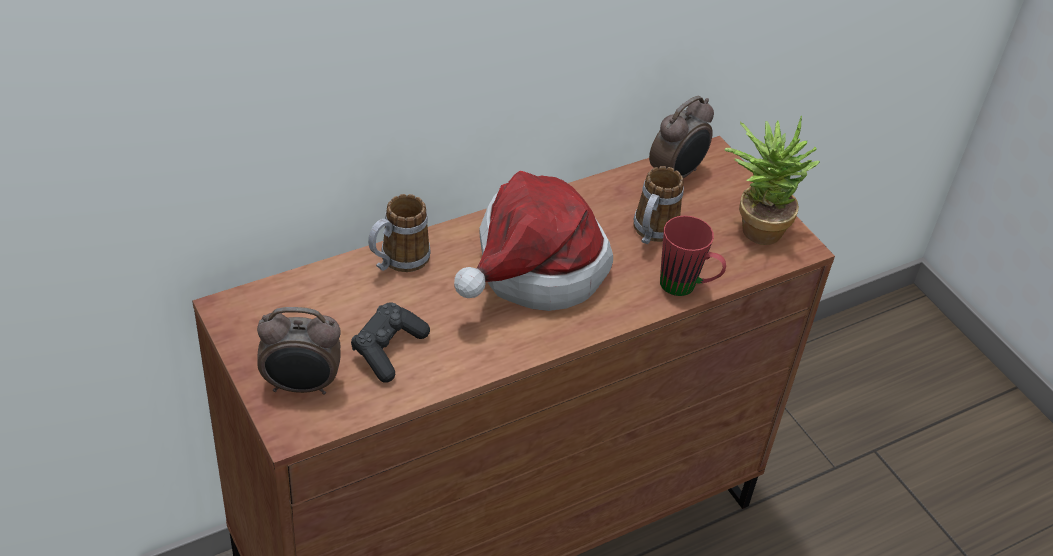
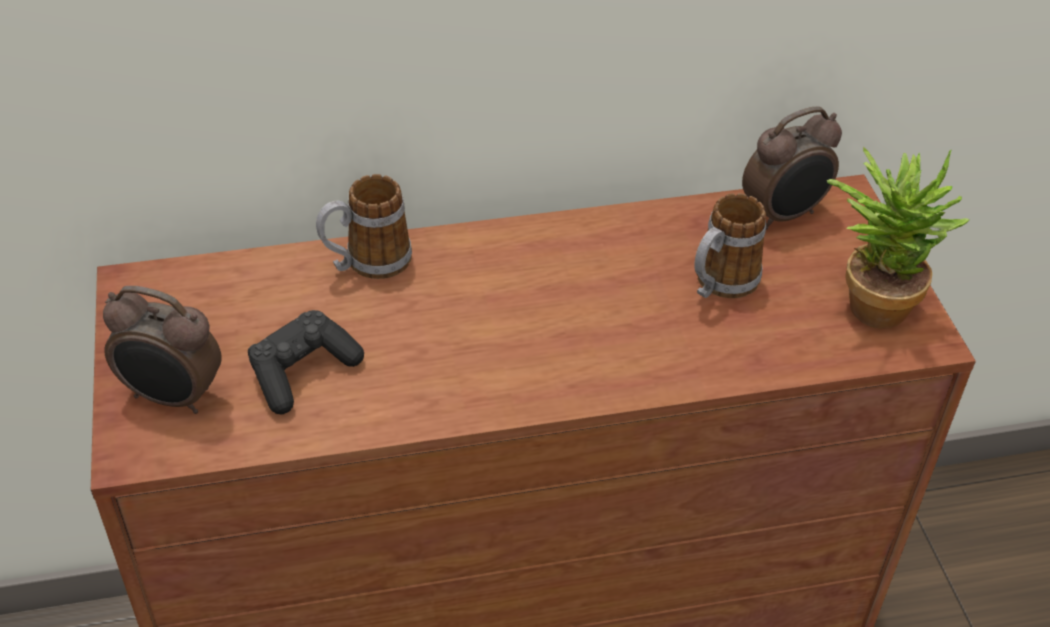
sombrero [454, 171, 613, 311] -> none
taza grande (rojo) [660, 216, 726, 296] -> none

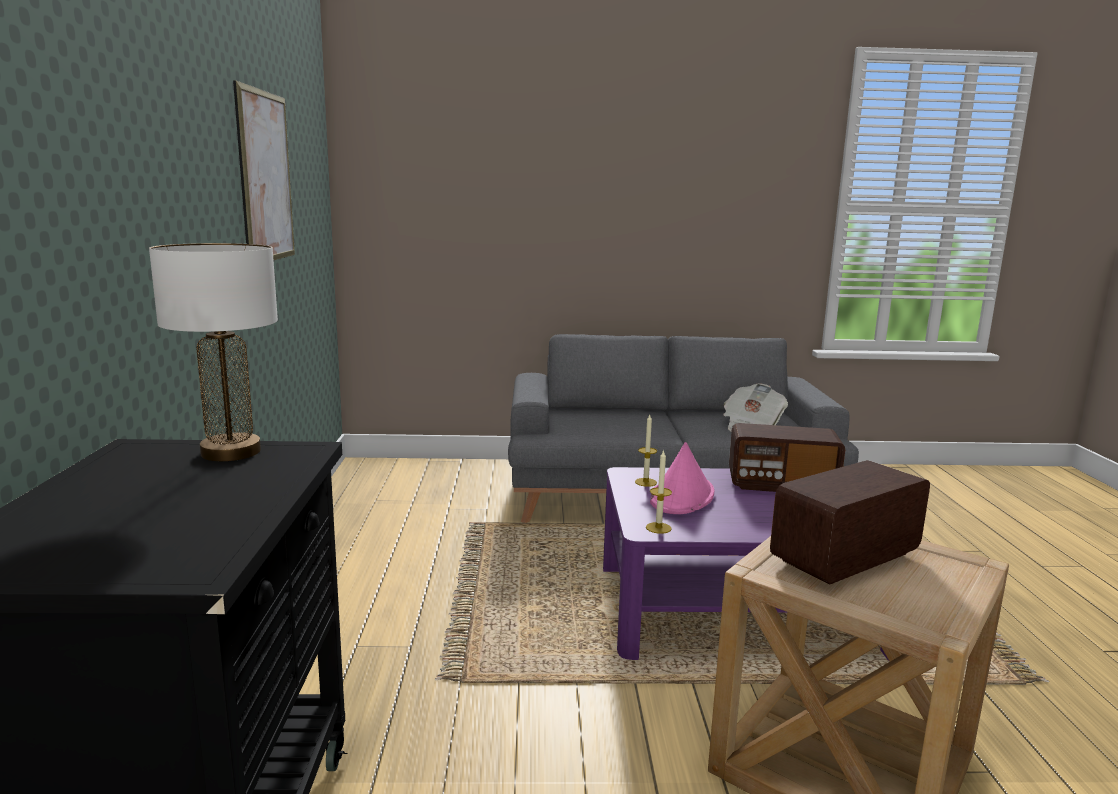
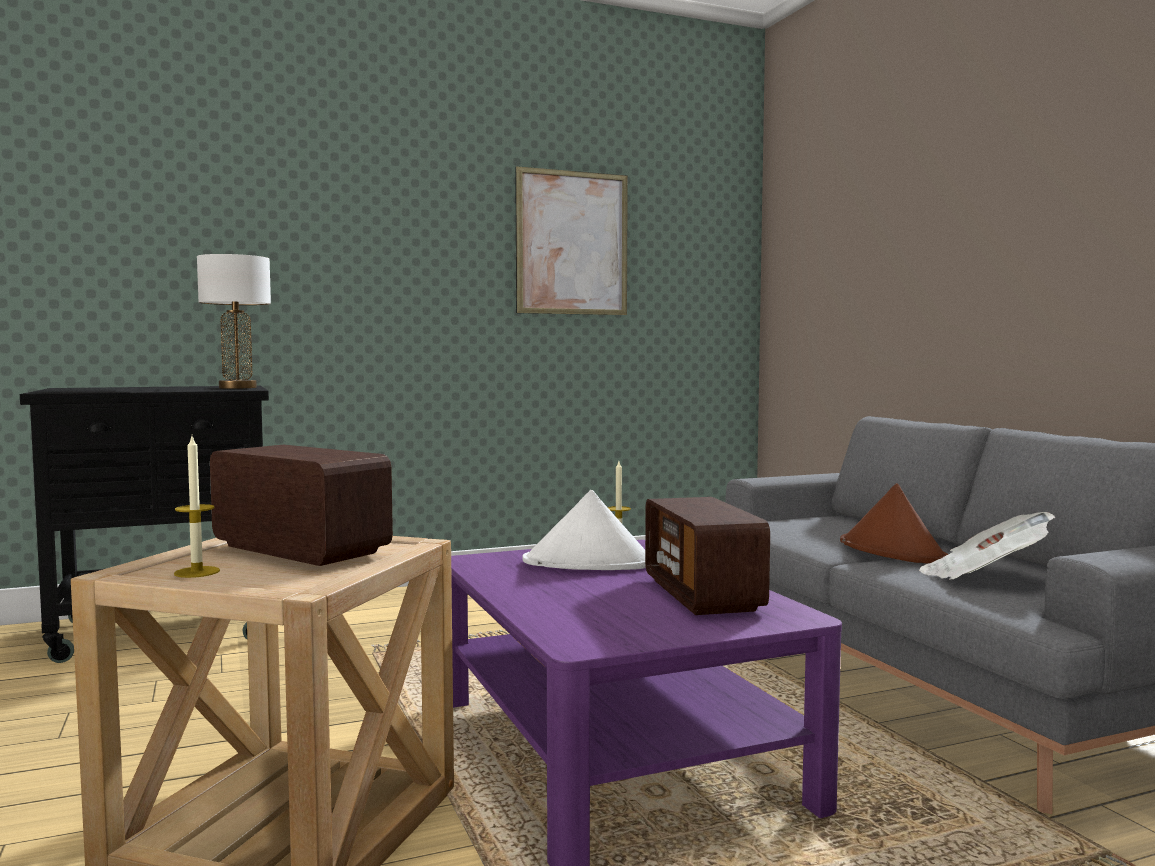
none -> sombrero (marrón) [840, 483, 948, 563]
vela [646, 449, 672, 534] -> vela [174, 436, 220, 578], shifted
sombrero (rosa) [650, 442, 714, 514] -> sombrero (blanco) [522, 490, 646, 570]

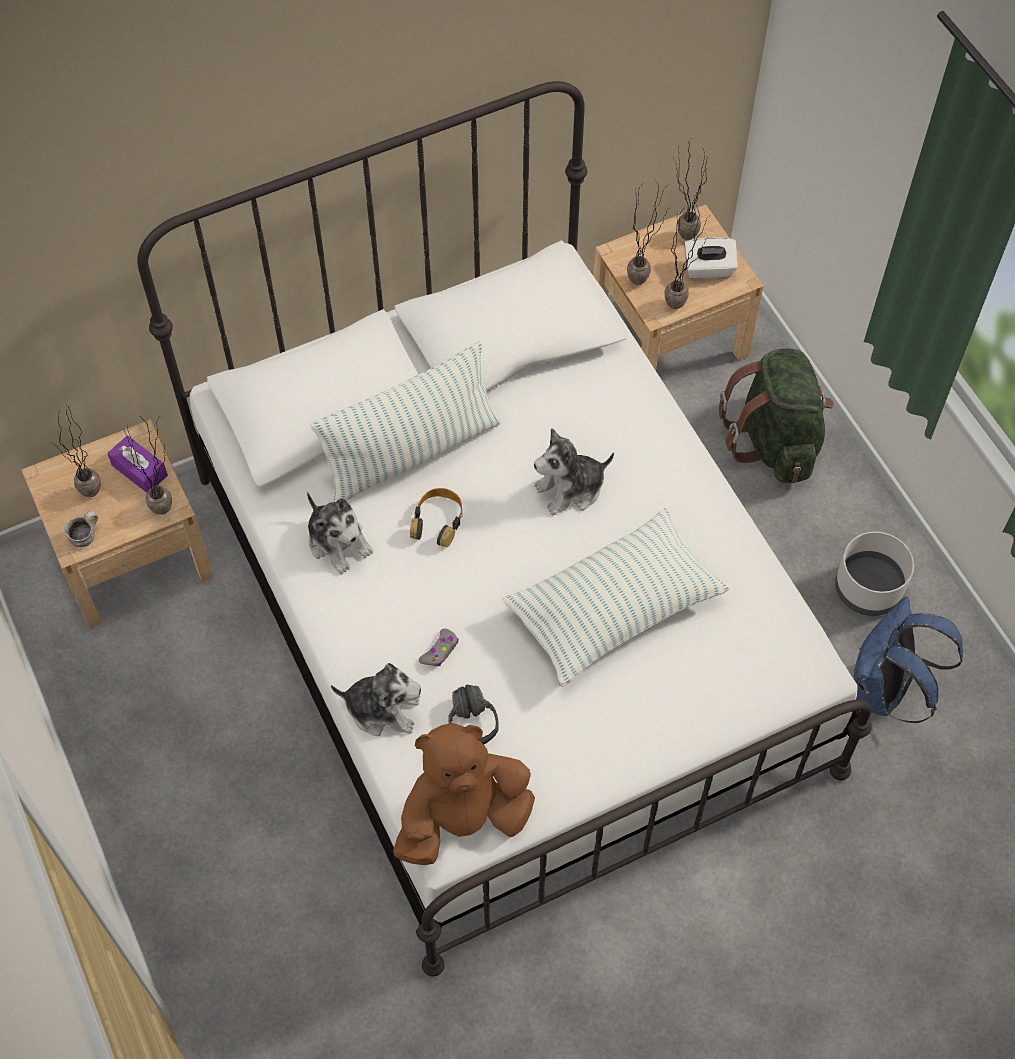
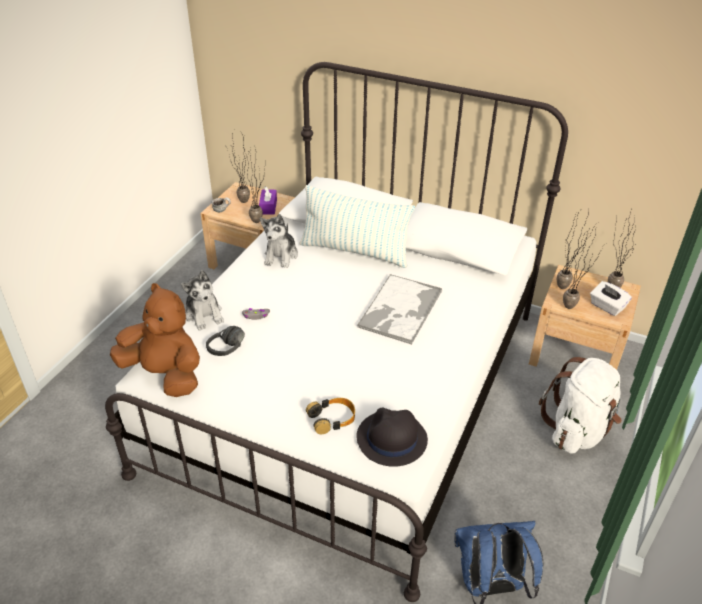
cojín [503, 508, 729, 687] -> none
maceta (gris) [835, 531, 914, 616] -> none
none -> sombrero (negro) [356, 408, 428, 467]
auriculares [410, 488, 463, 548] -> auriculares [306, 398, 355, 434], shifted
peluche [534, 428, 614, 515] -> bandeja [357, 274, 442, 345]
mochila (verde) [719, 349, 834, 483] -> mochila (blanco) [539, 357, 622, 453]

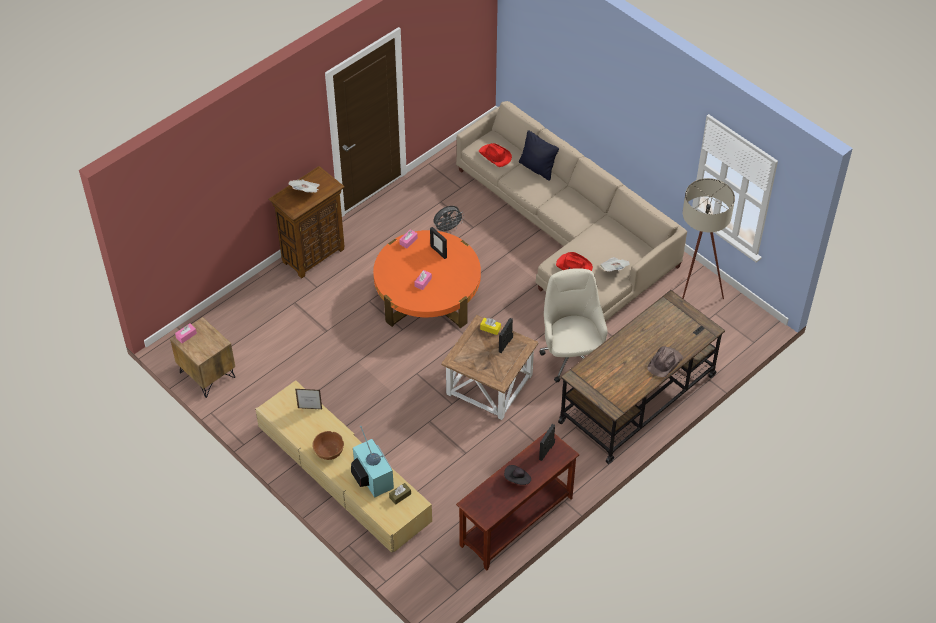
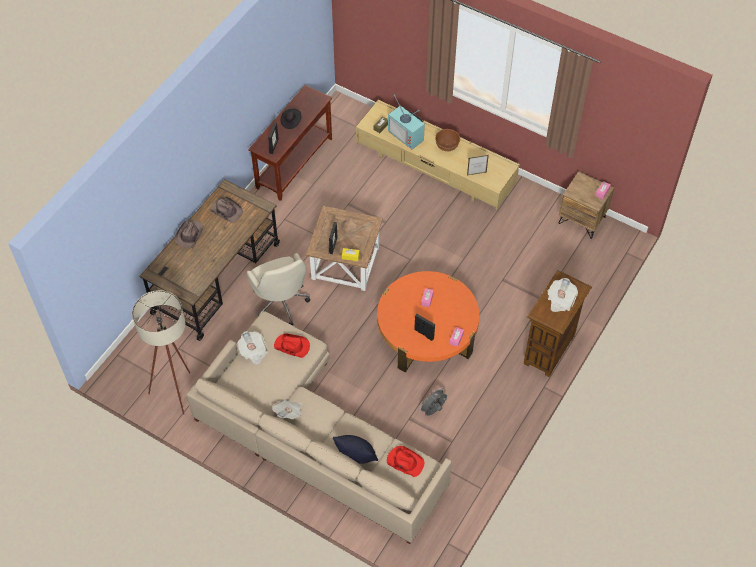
none -> sombrero (marrón) [210, 197, 243, 223]
none -> periódico [272, 399, 302, 419]

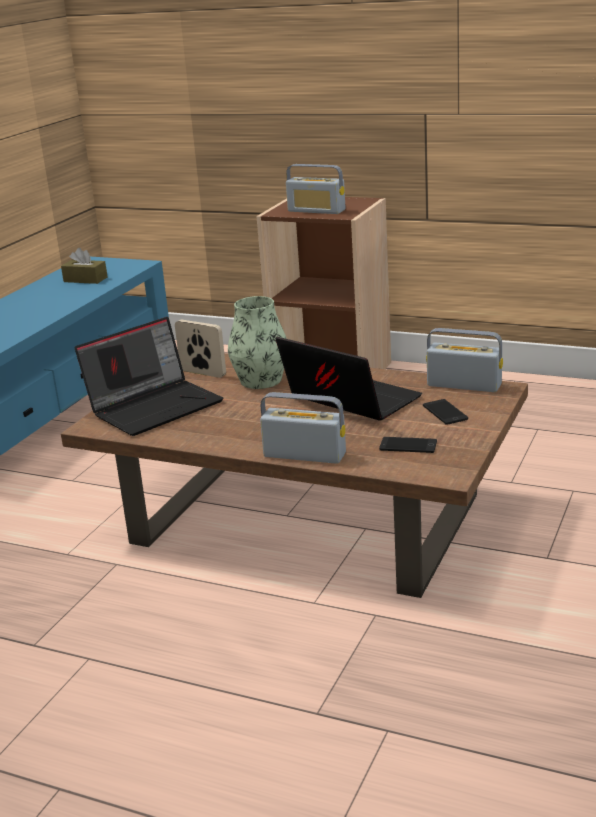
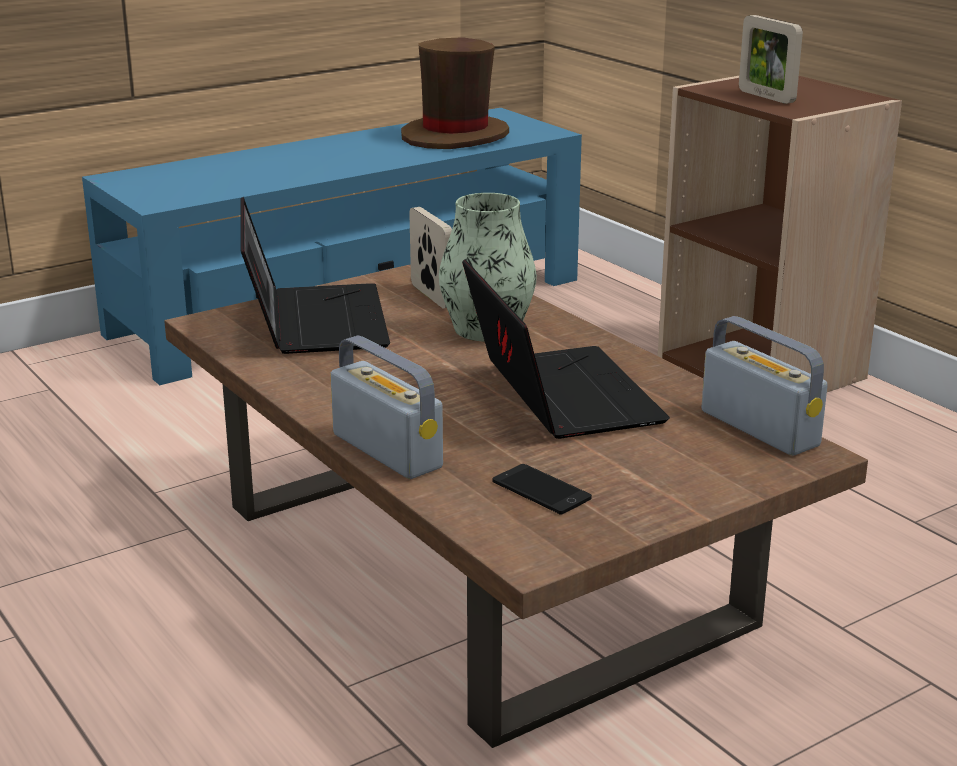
móvil [423, 399, 468, 425] -> none
caja de pañuelos (marrón) [61, 248, 108, 284] -> sombrero (marrón) [401, 37, 509, 149]
radio [286, 164, 346, 214] -> portarretratos [739, 15, 803, 104]
portátil [75, 317, 223, 436] -> portátil [240, 197, 390, 354], 90 degrees counterclockwise

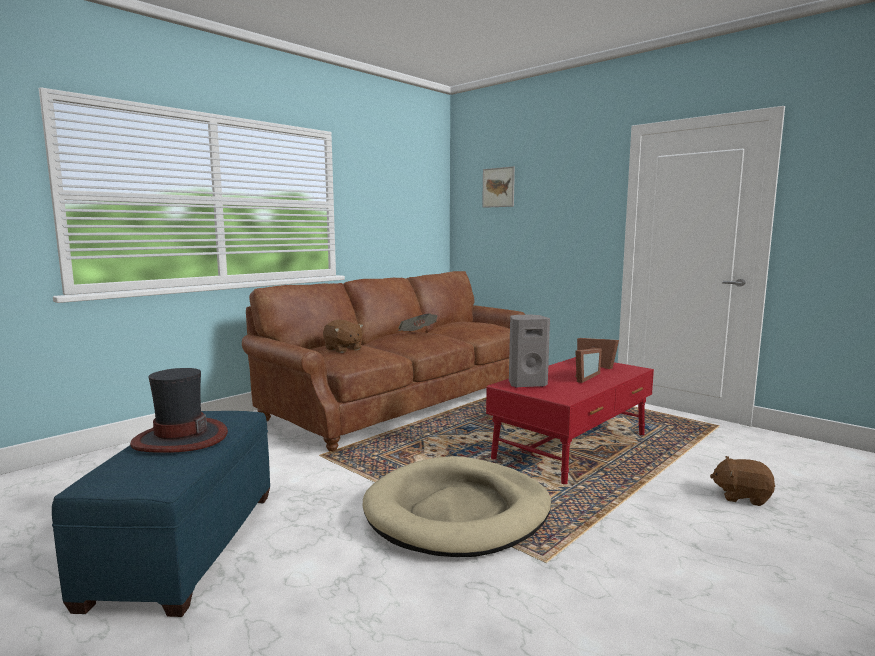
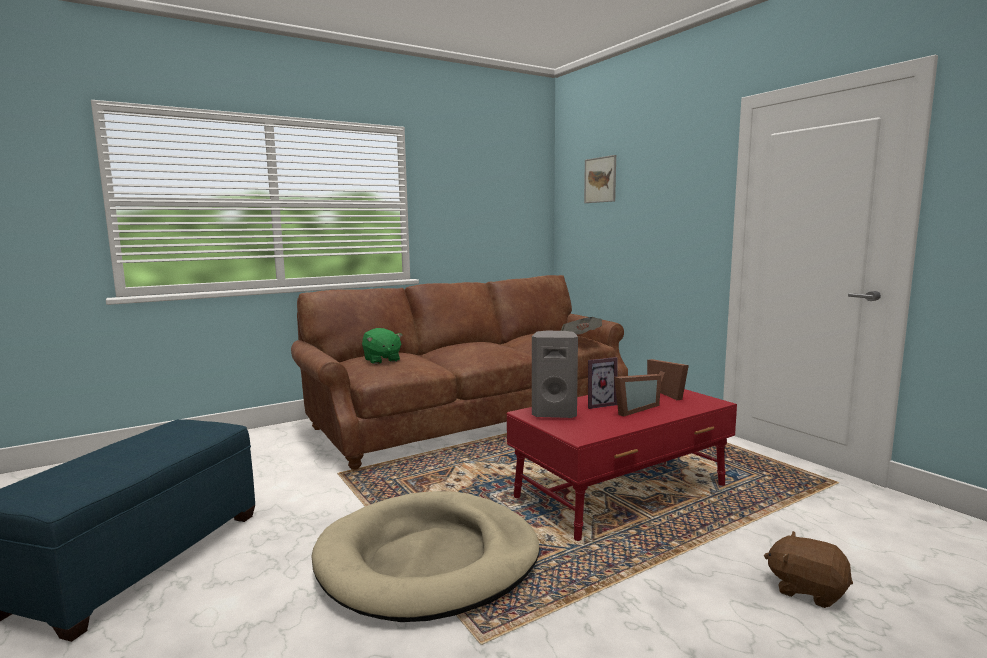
sombrero [130, 368, 228, 453] -> none
none -> portarretratos [588, 357, 618, 409]
periódico [398, 313, 437, 331] -> periódico [561, 317, 602, 335], shifted
peluche (marrón) [323, 320, 363, 353] -> peluche (verde) [362, 328, 402, 364]

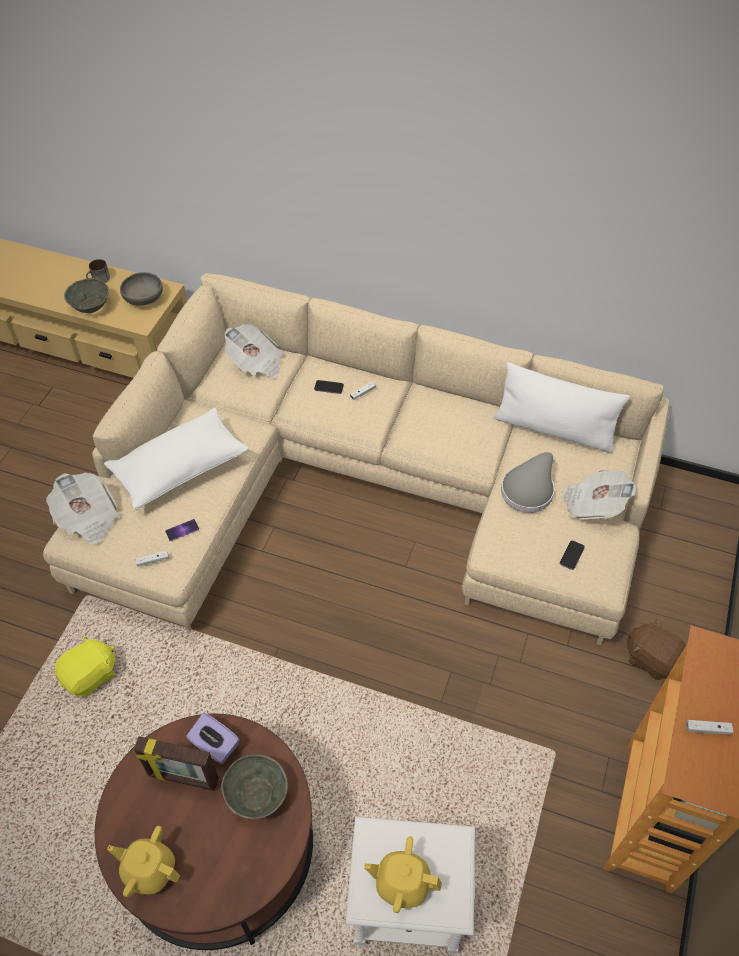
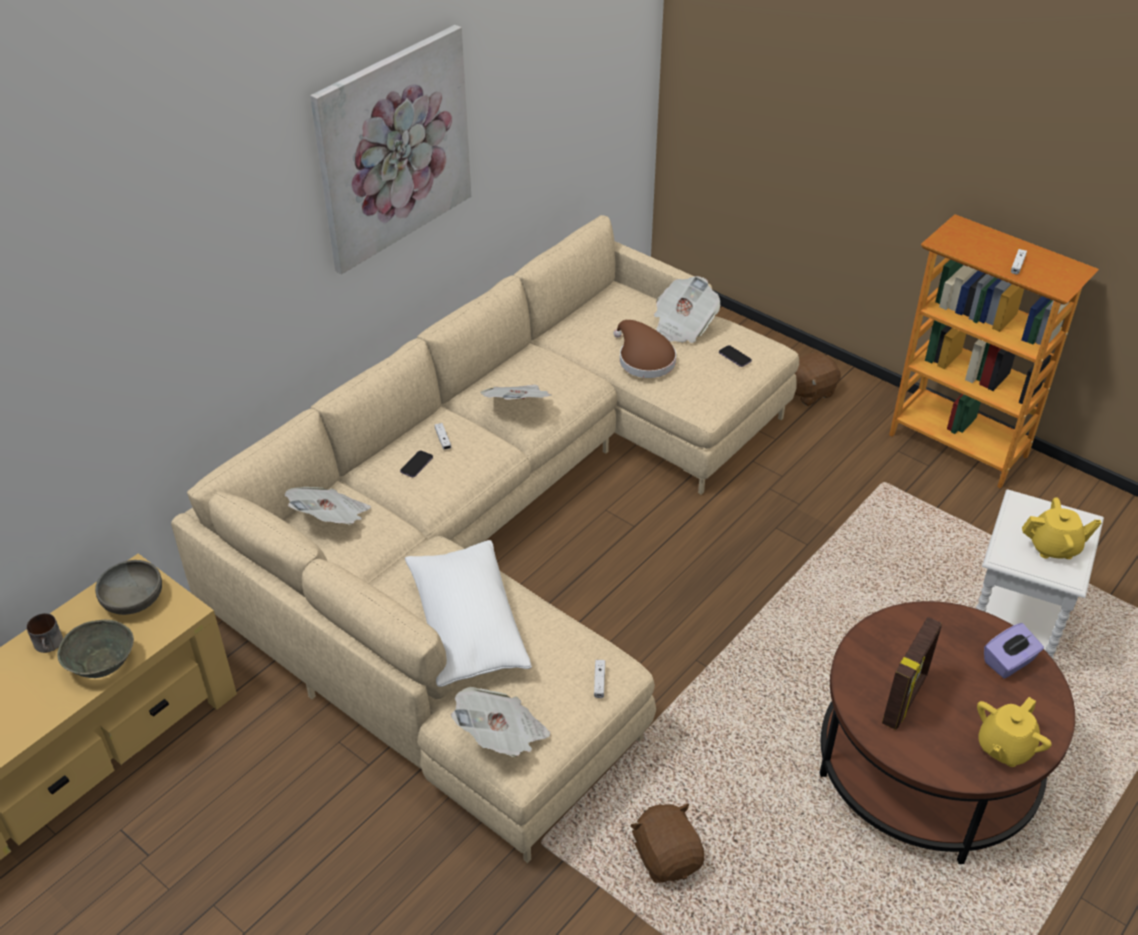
móvil [165, 519, 199, 541] -> none
cuenco (gris) [221, 754, 288, 819] -> none
cojín (blanco) [494, 362, 630, 454] -> none
none -> cuadro [310, 25, 471, 274]
none -> periódico [481, 384, 551, 400]
caja de pañuelos (morado) [186, 713, 239, 764] -> caja de pañuelos (morado) [984, 623, 1044, 678], shifted
peluche (amarillo) [55, 634, 115, 697] -> peluche (marrón) [630, 803, 704, 883]
sombrero (gris) [501, 452, 554, 513] -> sombrero (marrón) [614, 320, 676, 378]
tetera (amarillo) [364, 836, 442, 913] -> tetera (amarillo) [1022, 497, 1101, 559], 120 degrees counterclockwise

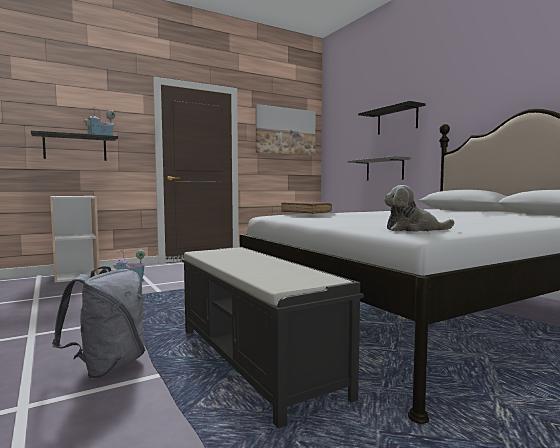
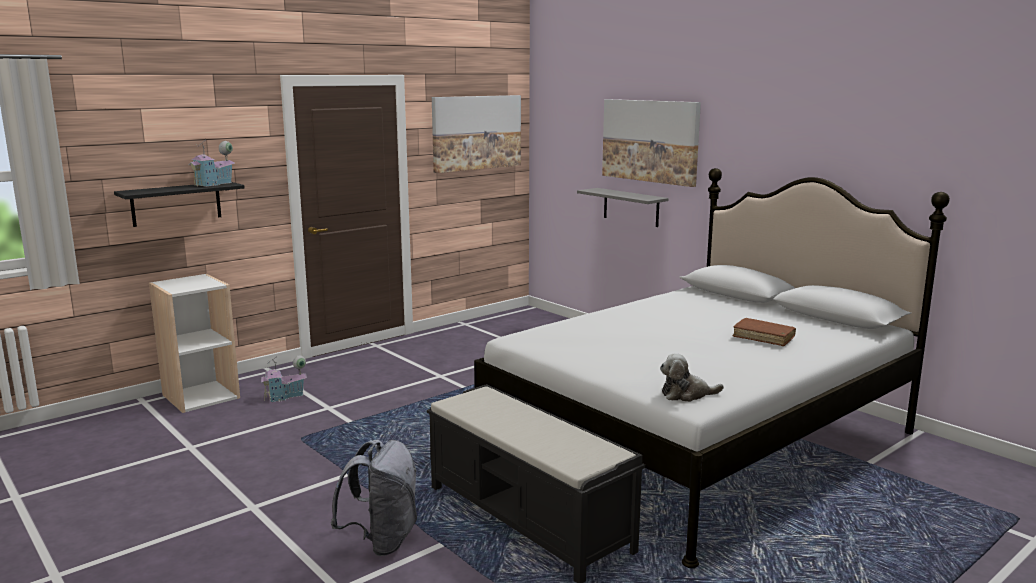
libro (marrón) [281, 201, 332, 214] -> libro (marrón) [733, 318, 796, 346], shifted
estante (negro) [358, 101, 425, 135] -> cuadro [602, 99, 701, 187]

